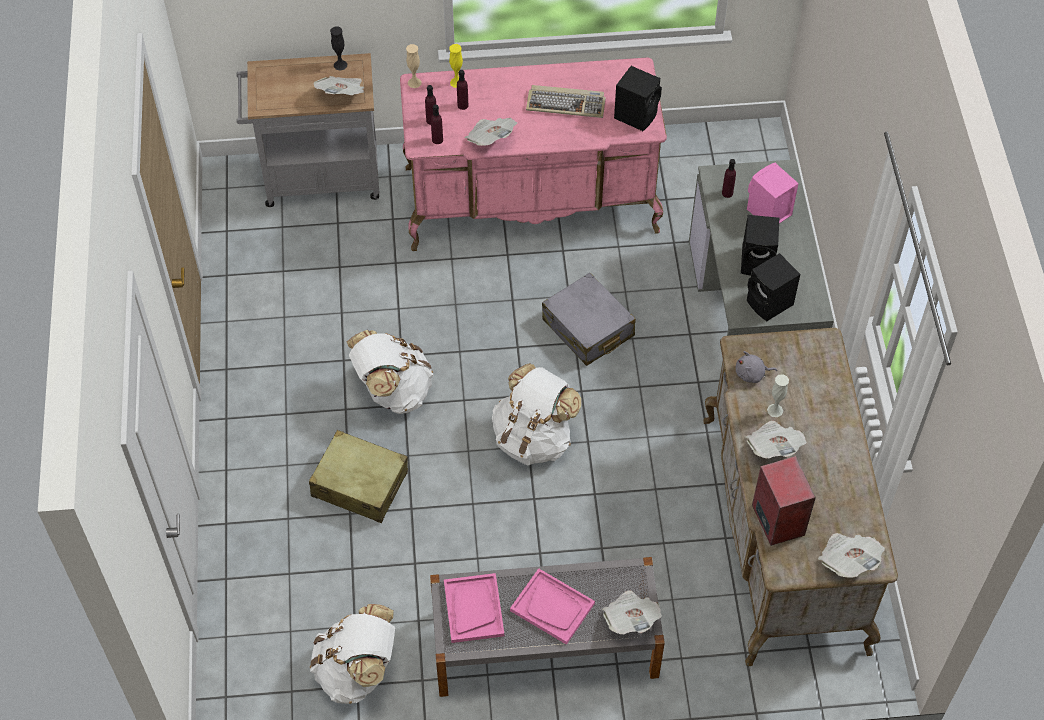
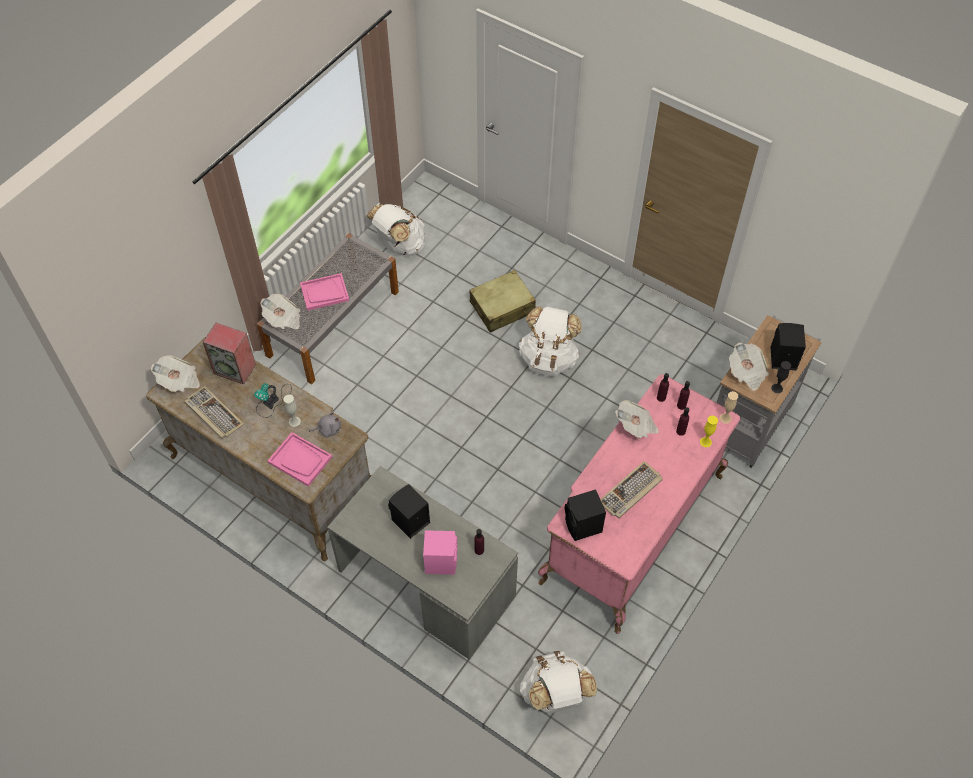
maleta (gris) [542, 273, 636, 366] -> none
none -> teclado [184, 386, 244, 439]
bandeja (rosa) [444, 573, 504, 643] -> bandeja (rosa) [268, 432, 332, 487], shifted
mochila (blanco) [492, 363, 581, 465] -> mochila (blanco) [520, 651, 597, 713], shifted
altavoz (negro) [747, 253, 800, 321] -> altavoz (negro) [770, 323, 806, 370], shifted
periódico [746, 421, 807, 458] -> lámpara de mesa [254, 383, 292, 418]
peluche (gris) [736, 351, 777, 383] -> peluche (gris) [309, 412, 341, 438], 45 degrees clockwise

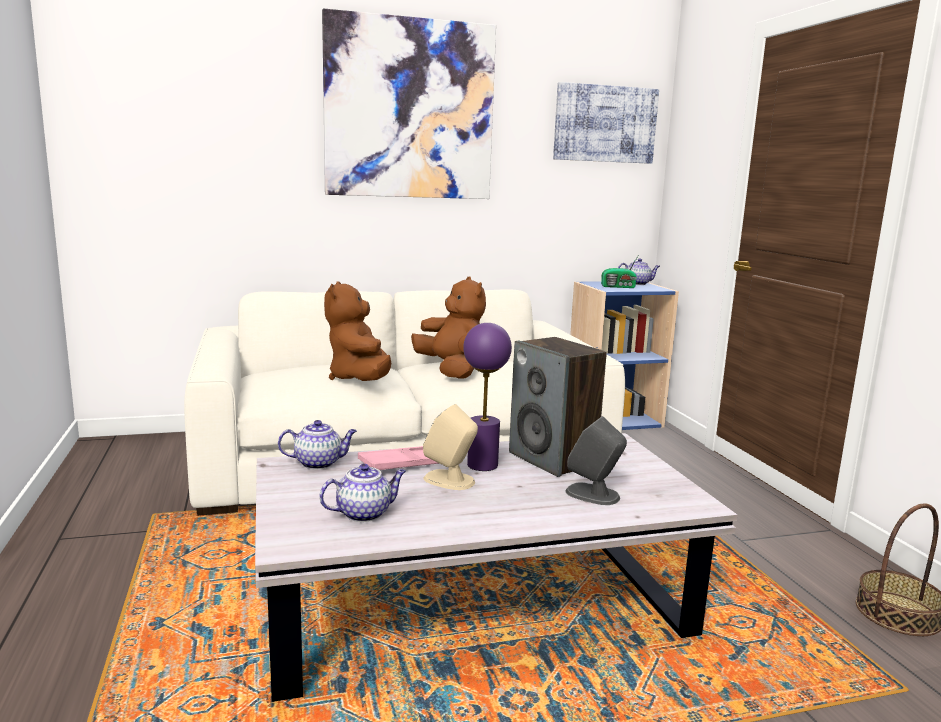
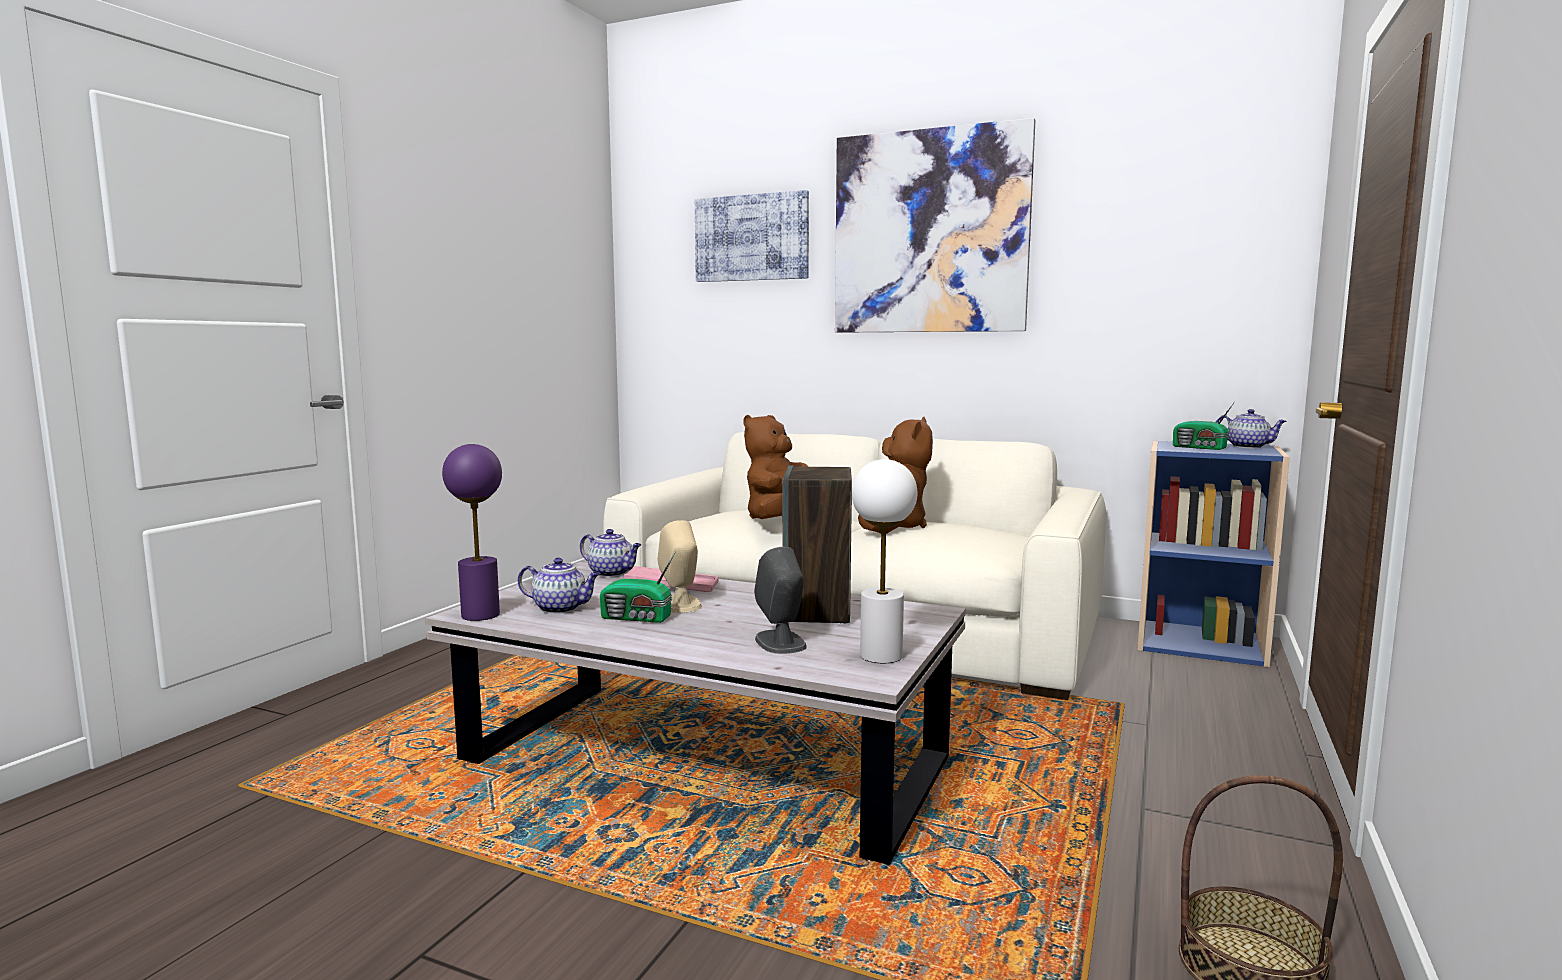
none -> radio [600, 551, 676, 623]
none -> lámpara de mesa (blanco) [852, 459, 917, 663]
lámpara de mesa (morado) [463, 323, 512, 471] -> lámpara de mesa (morado) [442, 444, 502, 621], shifted
cuadro [553, 82, 659, 164] -> cuadro [695, 190, 809, 282], shifted

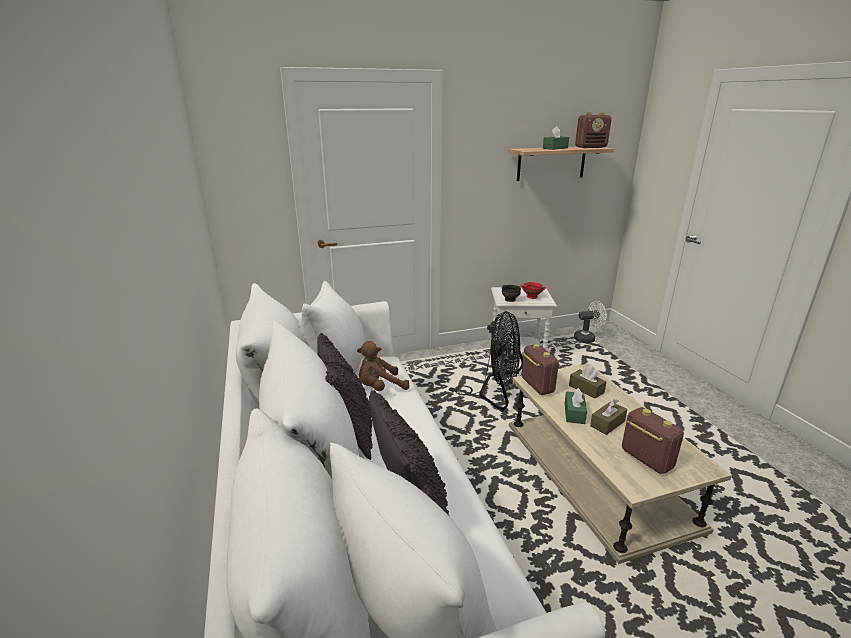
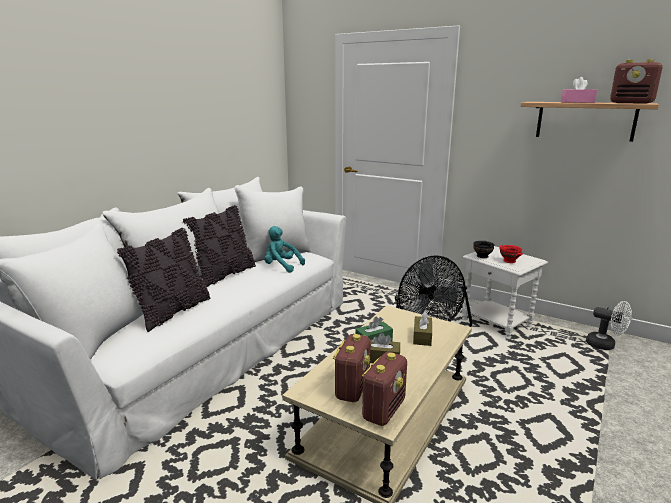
radio [521, 344, 559, 395] -> radio [362, 352, 407, 426], shifted
peluche (marrón) [357, 341, 410, 391] -> peluche (turquesa) [264, 226, 305, 273]
caja de pañuelos (verde) [543, 126, 569, 150] -> caja de pañuelos (rosa) [561, 77, 597, 103]

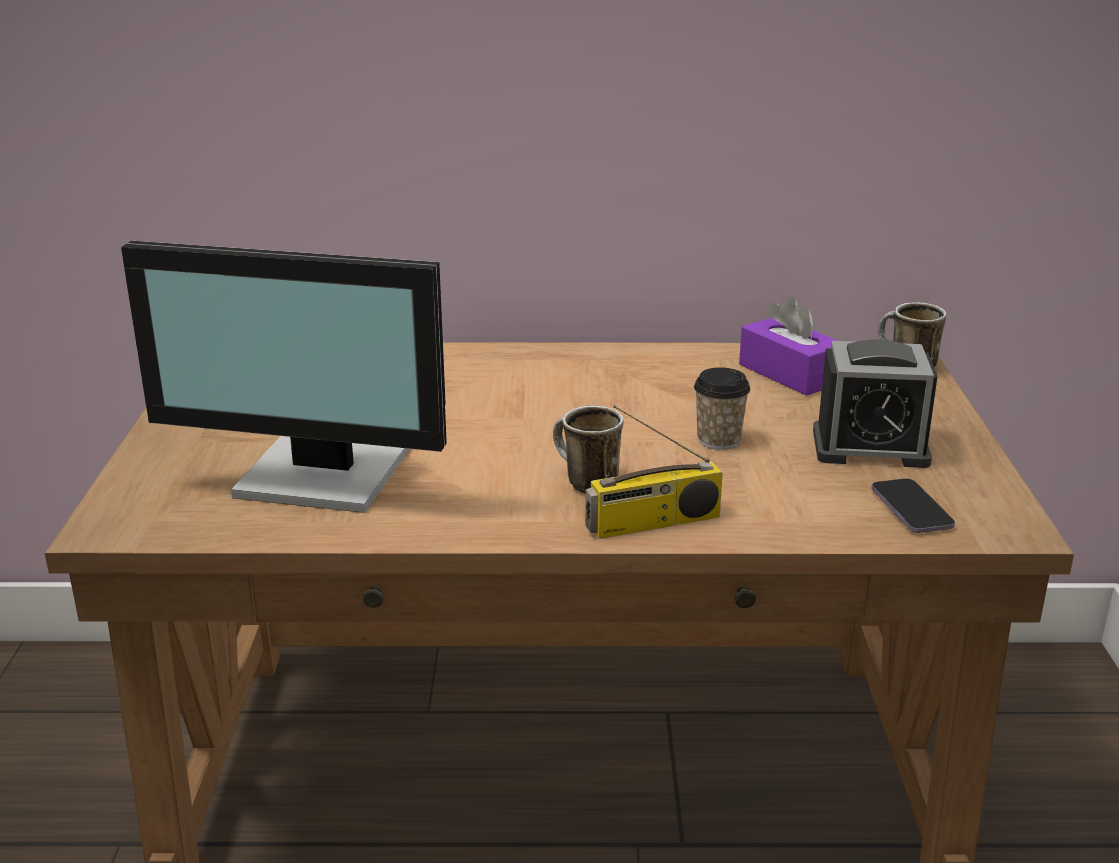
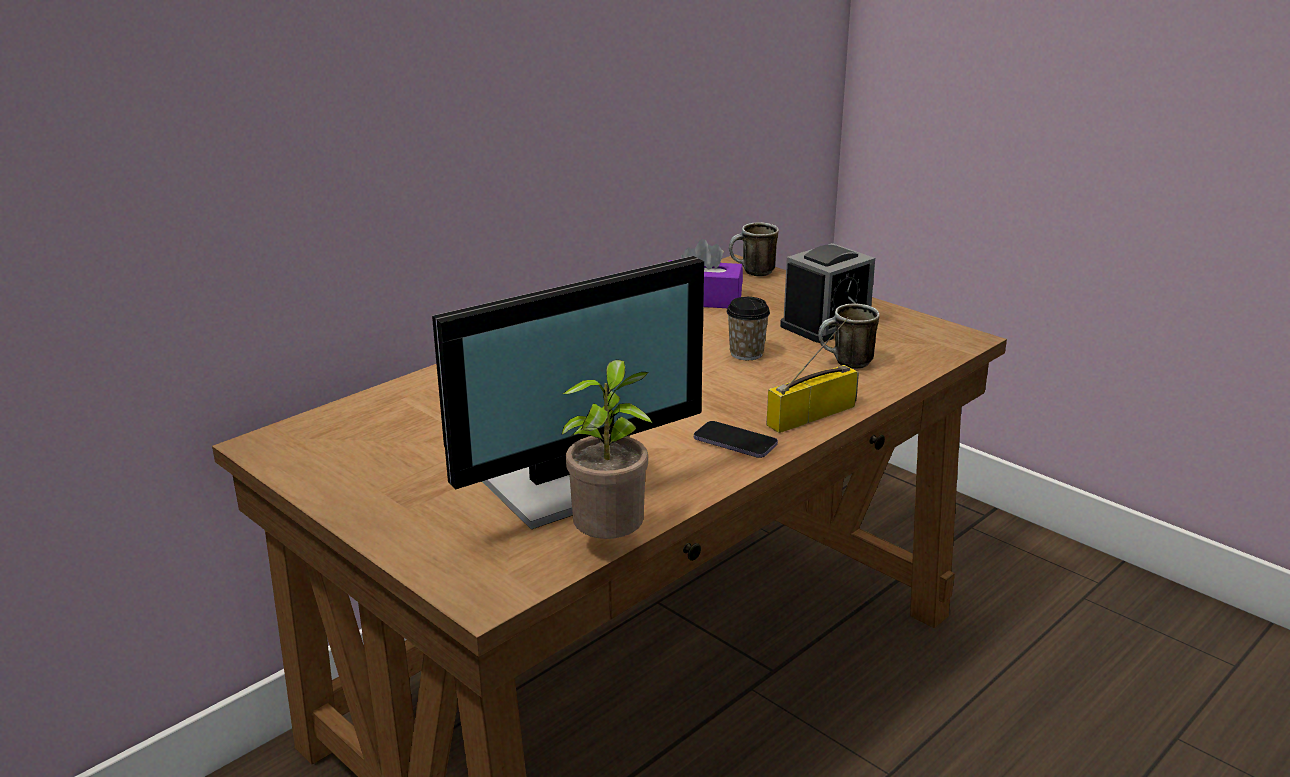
none -> planta en maceta [562, 359, 652, 539]
taza grande [553, 406, 624, 494] -> taza grande [818, 304, 880, 369], shifted
móvil [872, 478, 955, 533] -> móvil [694, 421, 778, 458], shifted
radio [585, 405, 723, 539] -> radio [766, 317, 859, 433], 150 degrees counterclockwise

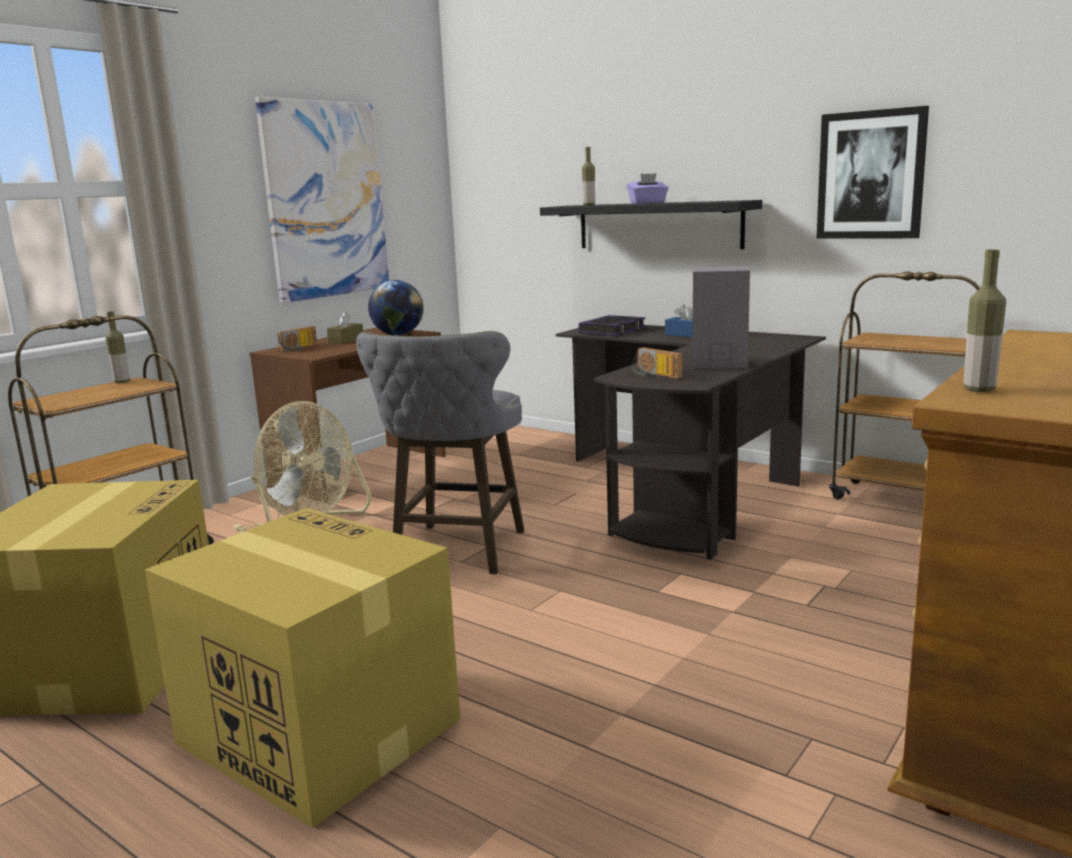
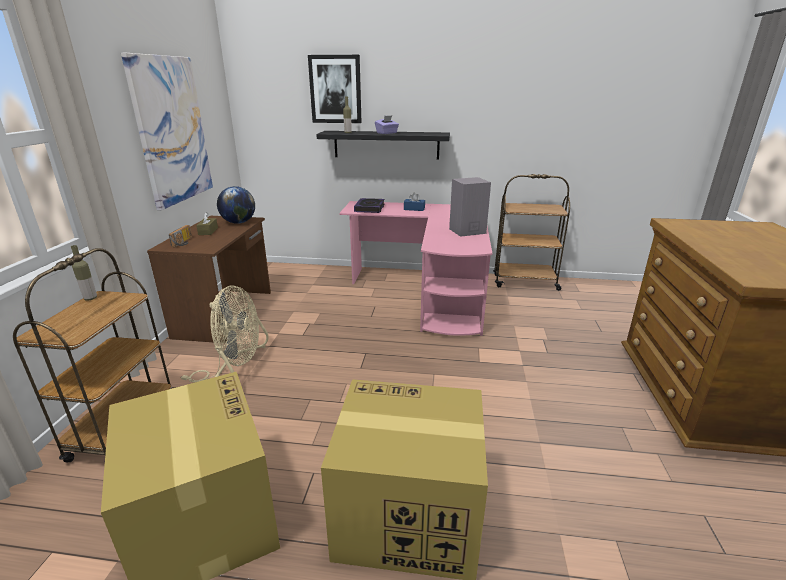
taburete (gris) [356, 331, 524, 574] -> none
radio [633, 347, 682, 379] -> none
botella [963, 250, 1006, 392] -> none
cuadro [817, 106, 929, 239] -> cuadro [308, 55, 362, 123], shifted
escritorio (negro) [556, 325, 826, 560] -> escritorio (rosa) [339, 201, 492, 336]

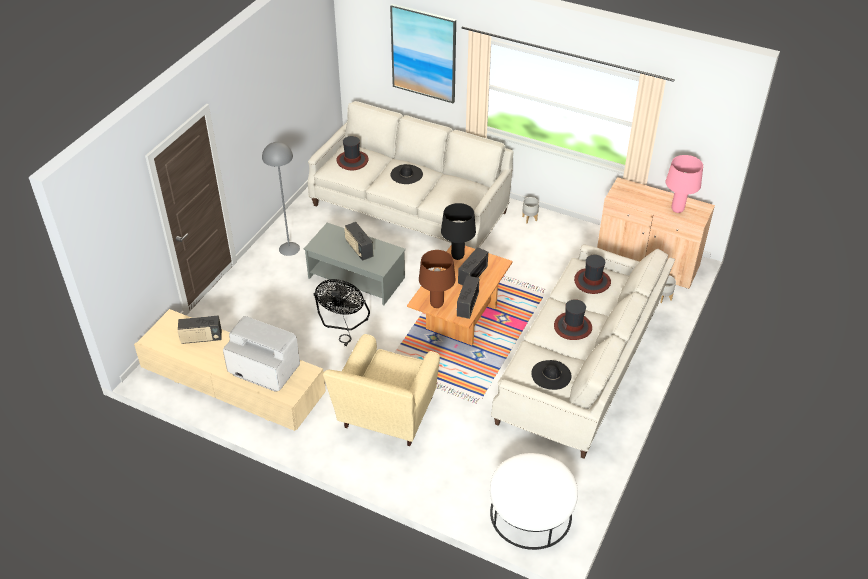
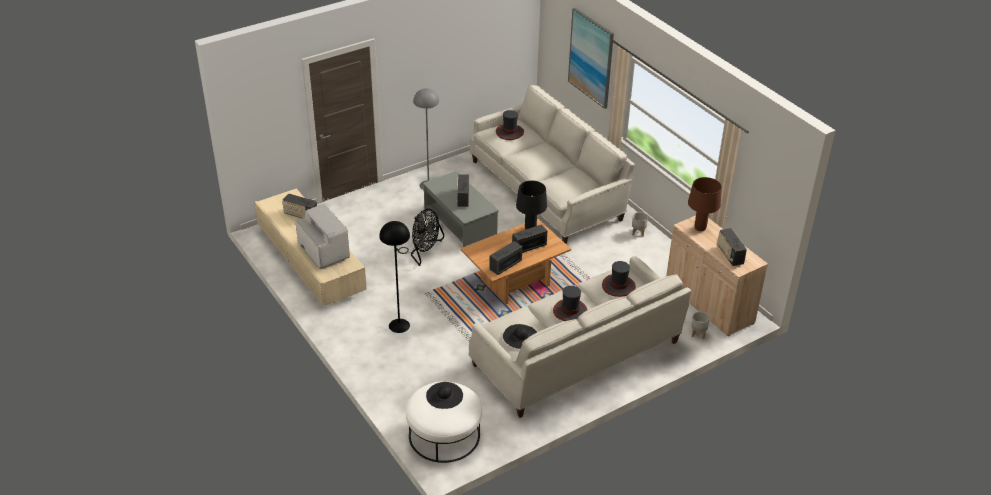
sombrero (negro) [390, 164, 423, 184] -> sombrero (negro) [426, 382, 463, 409], shifted
lámpara de mesa (marrón) [419, 250, 456, 308] -> lámpara de mesa (marrón) [688, 177, 722, 231], shifted
sillón (beis) [323, 334, 440, 446] -> lámpara de pie (negro) [379, 221, 410, 333]
lámpara de mesa (rosa) [666, 155, 703, 213] -> radio [717, 228, 747, 266]
ventilador (negro) [313, 279, 370, 346] -> ventilador (negro) [396, 209, 444, 266], 75 degrees clockwise

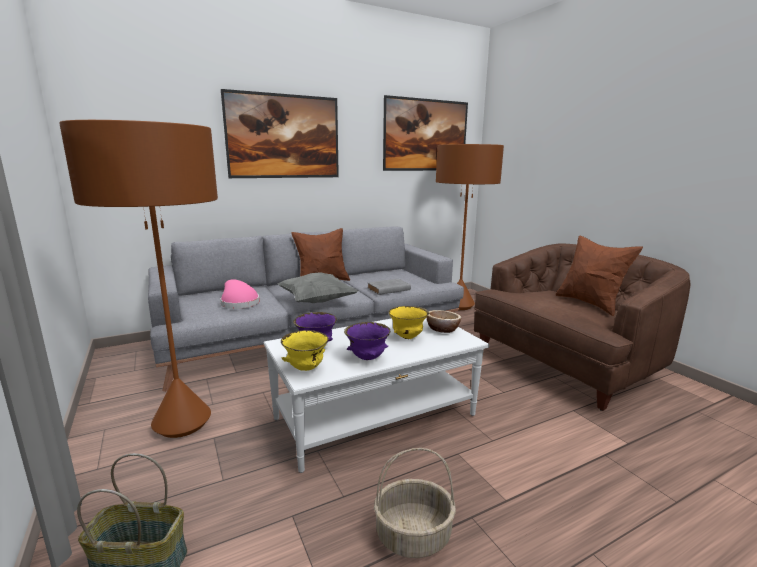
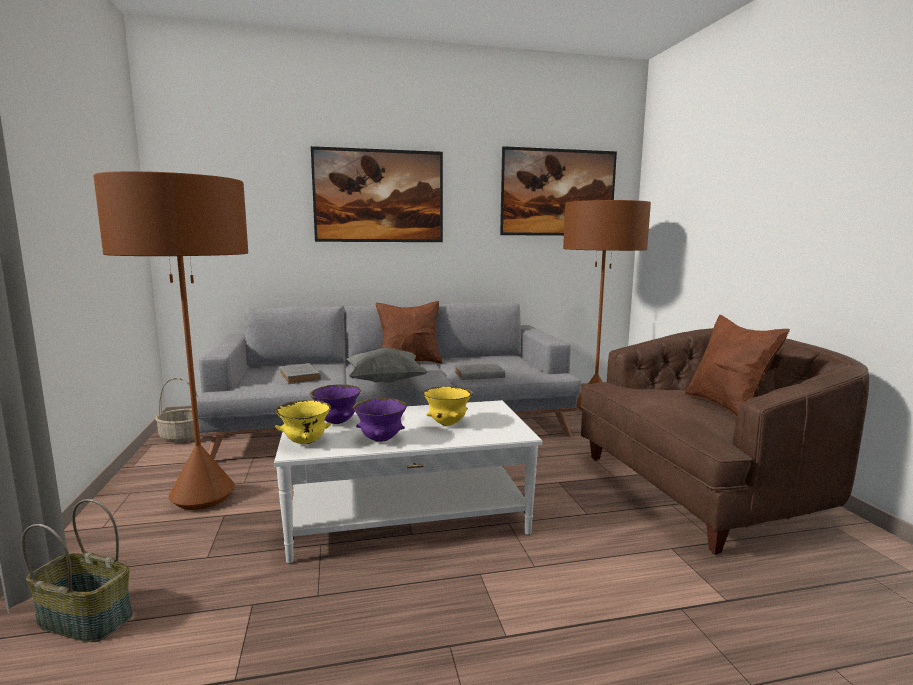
cuenco [426, 310, 461, 333] -> none
cesta [374, 448, 456, 558] -> cesta [155, 378, 198, 443], shifted
sombrero (rosa) [220, 279, 259, 309] -> libro (gris) [280, 363, 321, 384]

